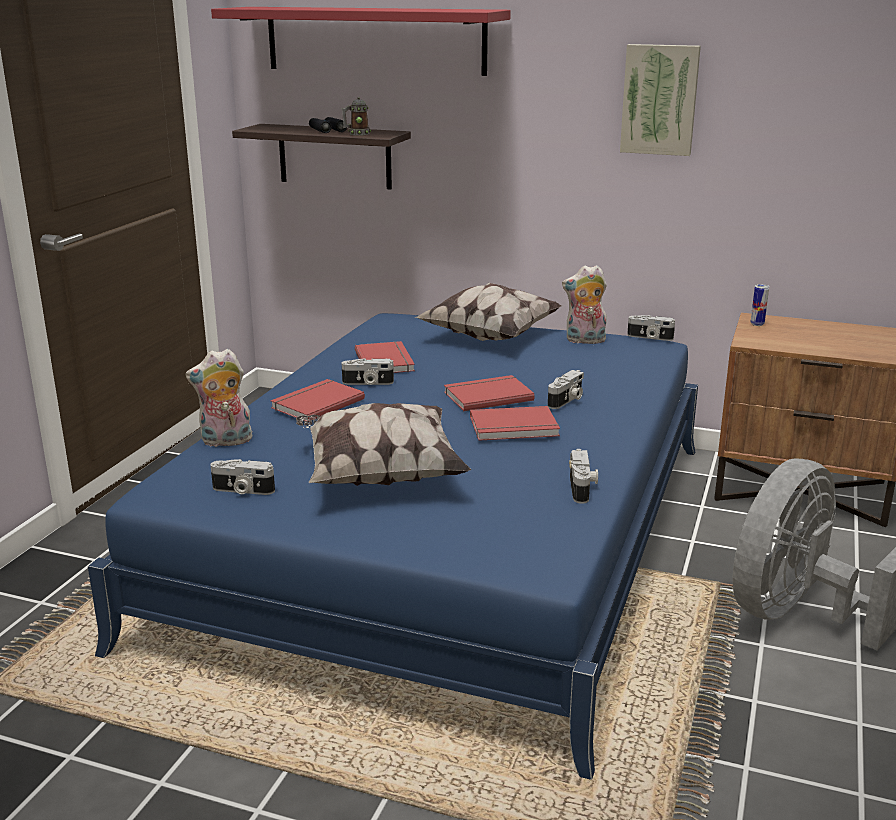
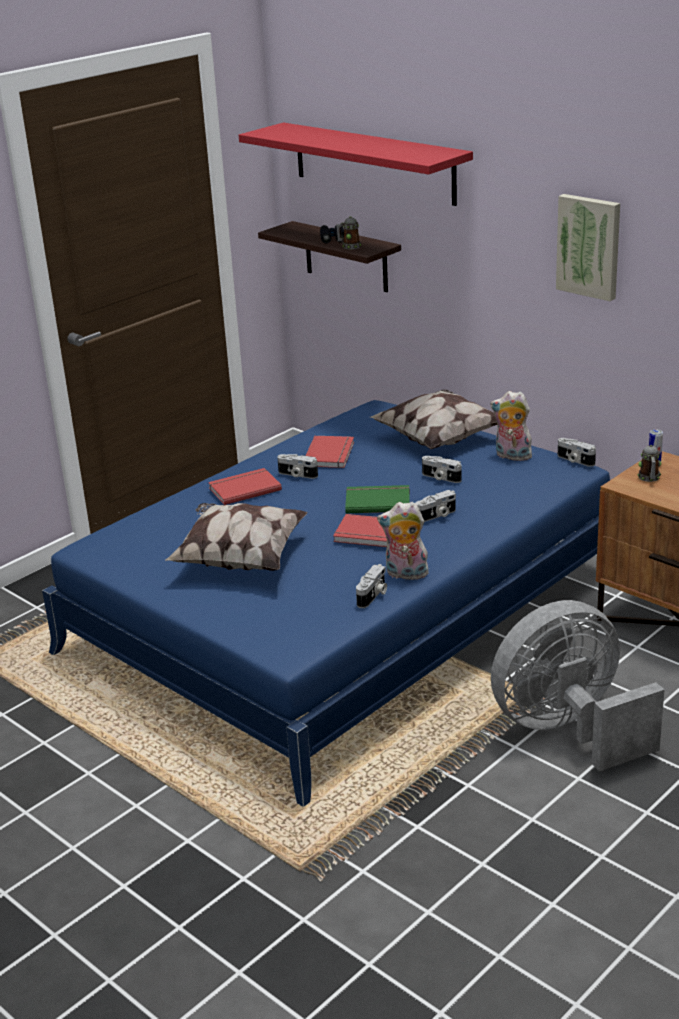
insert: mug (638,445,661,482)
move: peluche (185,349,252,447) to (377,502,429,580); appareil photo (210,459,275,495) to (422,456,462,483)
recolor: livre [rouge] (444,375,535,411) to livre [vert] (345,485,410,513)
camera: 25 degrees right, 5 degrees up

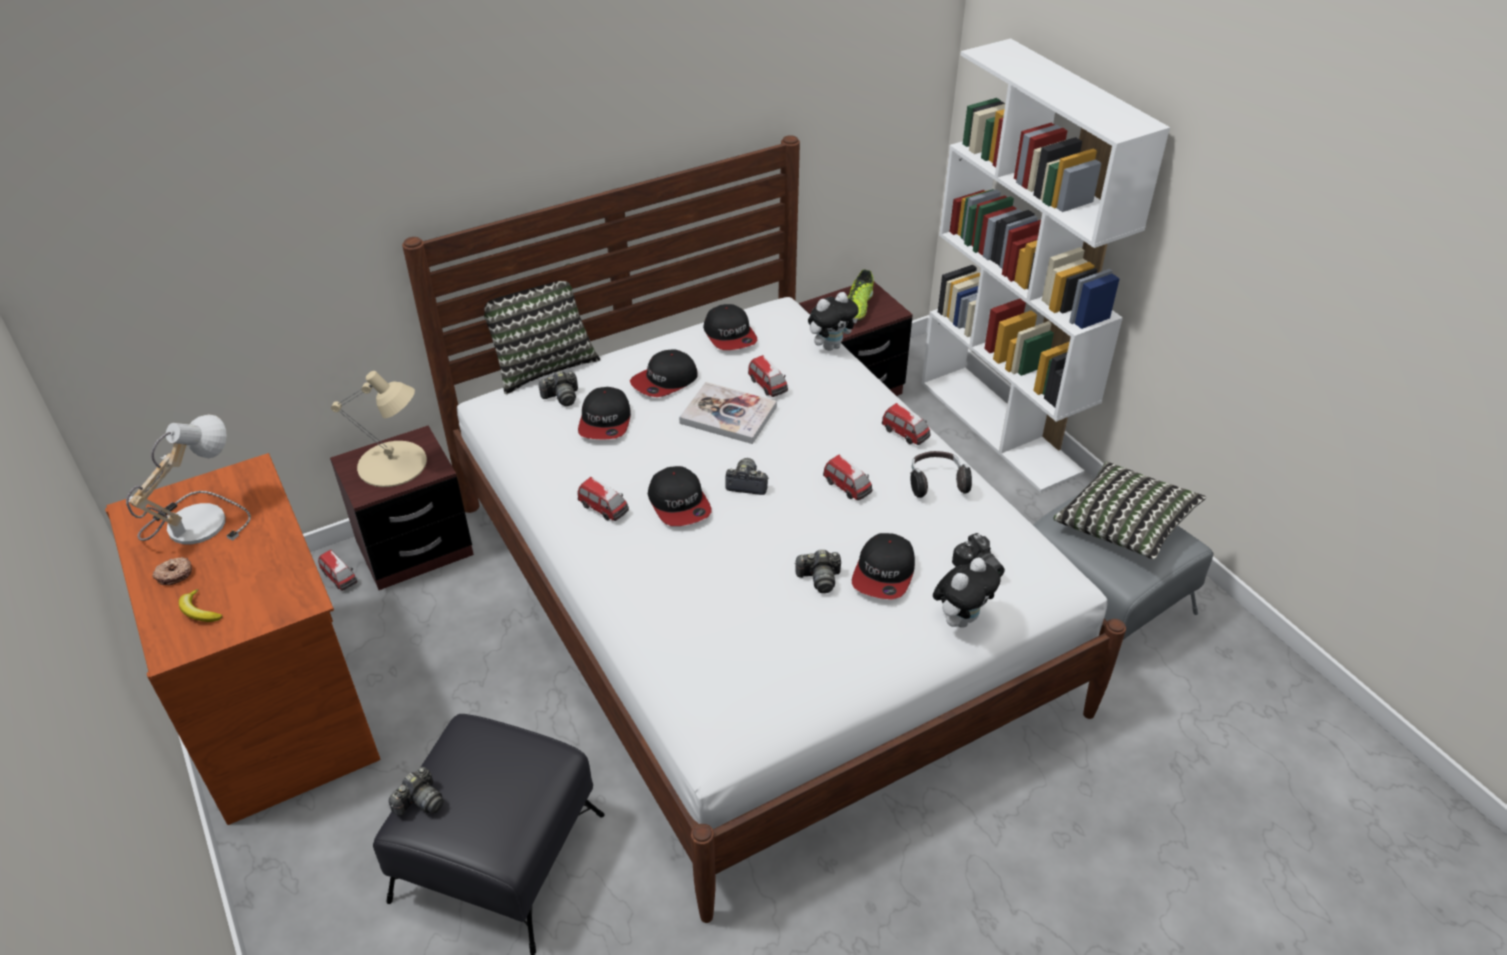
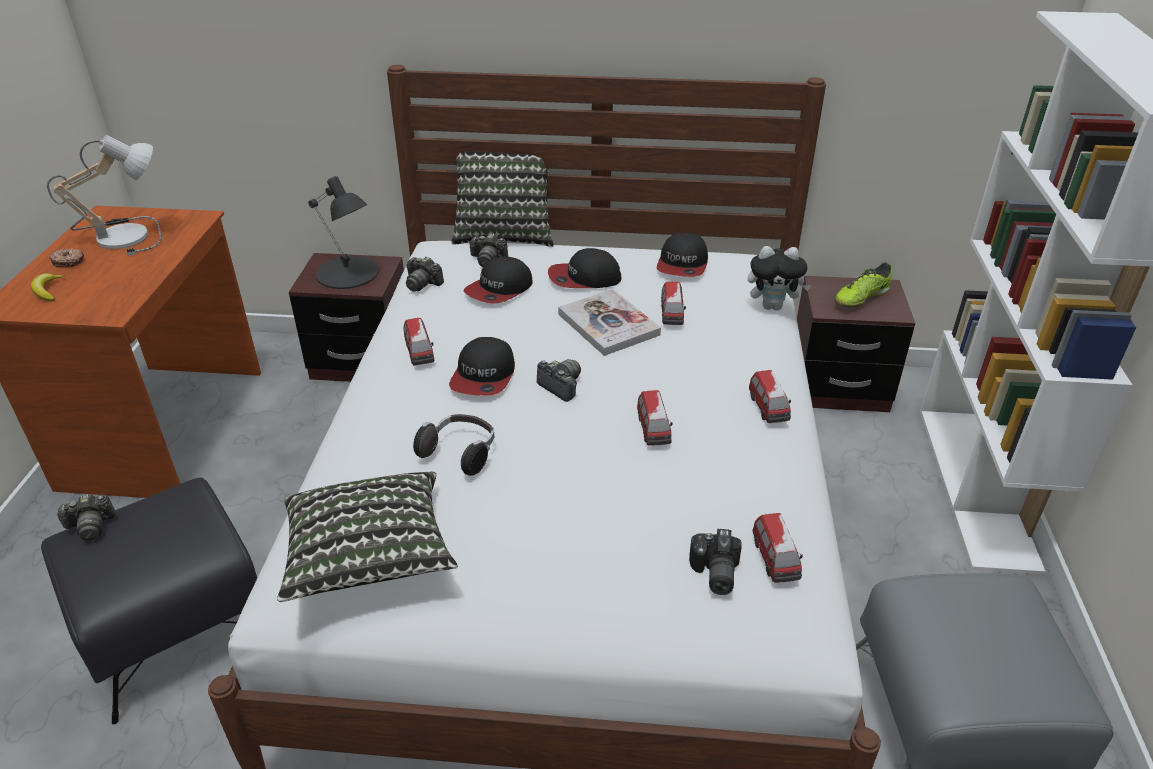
delete: casquette (852,533,915,599); peluche (933,558,1001,628)
move: petite voiture (318,550,357,591) to (753,513,803,583); appareil photo (794,550,841,593) to (406,257,444,292); casque audio (910,451,972,498) to (413,414,494,476); coussin (1053,462,1206,559) to (277,472,458,602)
recolor: lampe de table [beige] (331,371,427,487) to lampe de table [noir] (308,176,379,289)
camera: 35 degrees right, 5 degrees down

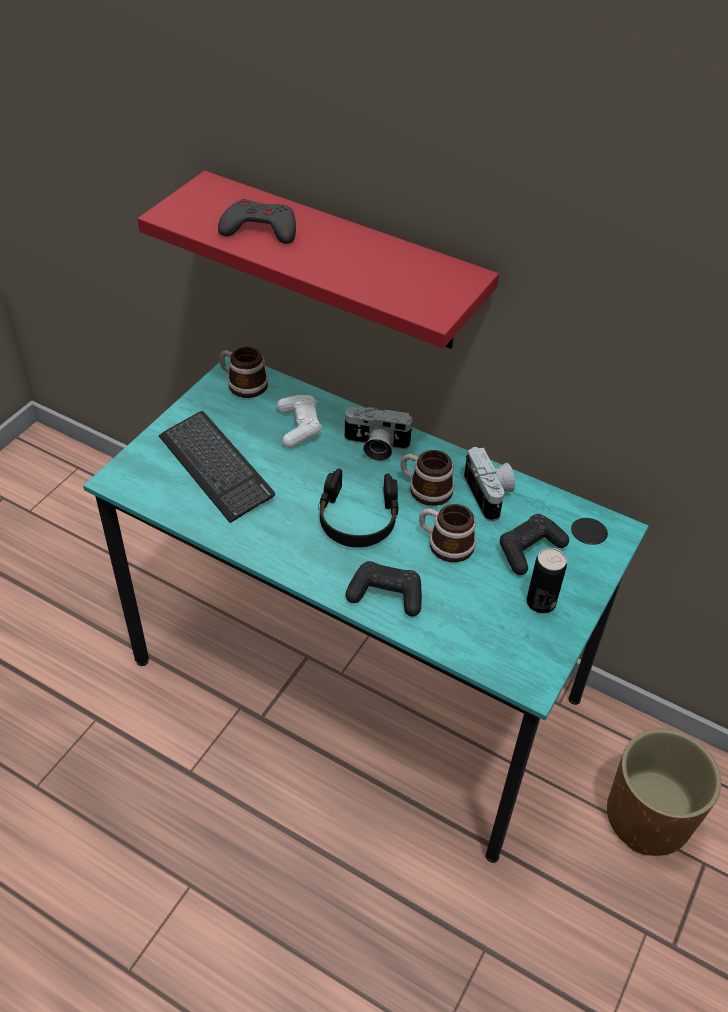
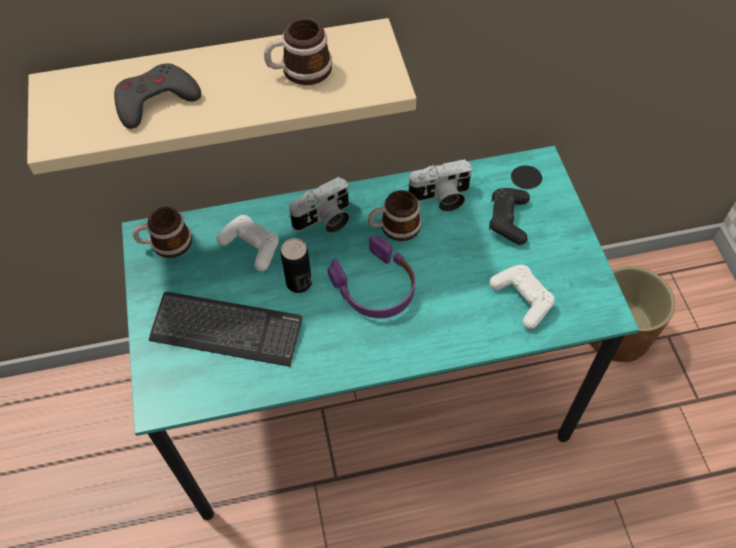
delete: manette [noir] (345,561,422,617)
insert: manette [blanc] (489,265,555,329)
move: mug (419,504,476,562) to (264,18,332,85); boîte métallique (527,548,567,613) to (281,238,312,293)
recolor: étagère [rouge] (138,171,499,349) to étagère [beige] (27,18,416,175); casque audio [noir] (319,469,398,548) to casque audio [violet] (327,236,415,318)
rotate: appareil photo (464,447,515,522) = (407,159,473,212) 135 degrees clockwise
camera: 40 degrees left, 10 degrees up

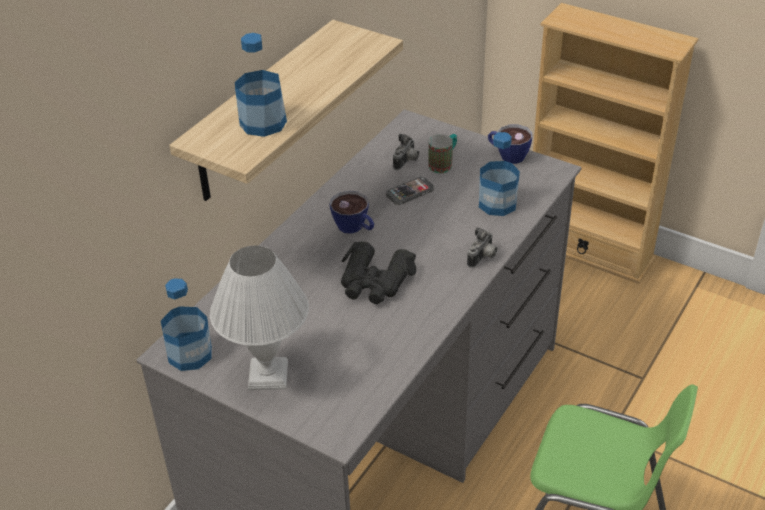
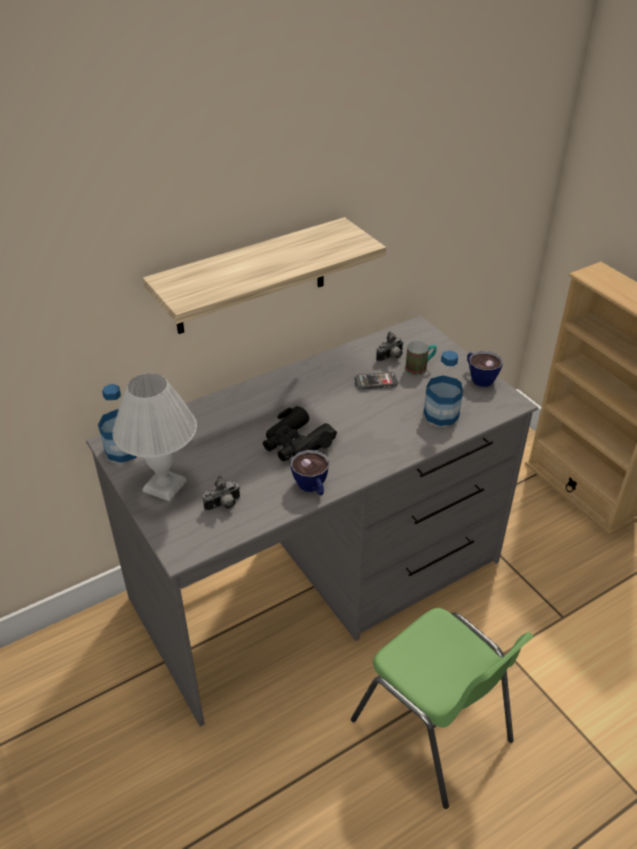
delete: bouteille (235,33,287,137)
move: tasse (330,191,374,234) to (291,450,329,495); appareil photo (467,227,497,268) to (203,475,240,511)
camera: 25 degrees right, 0 degrees up

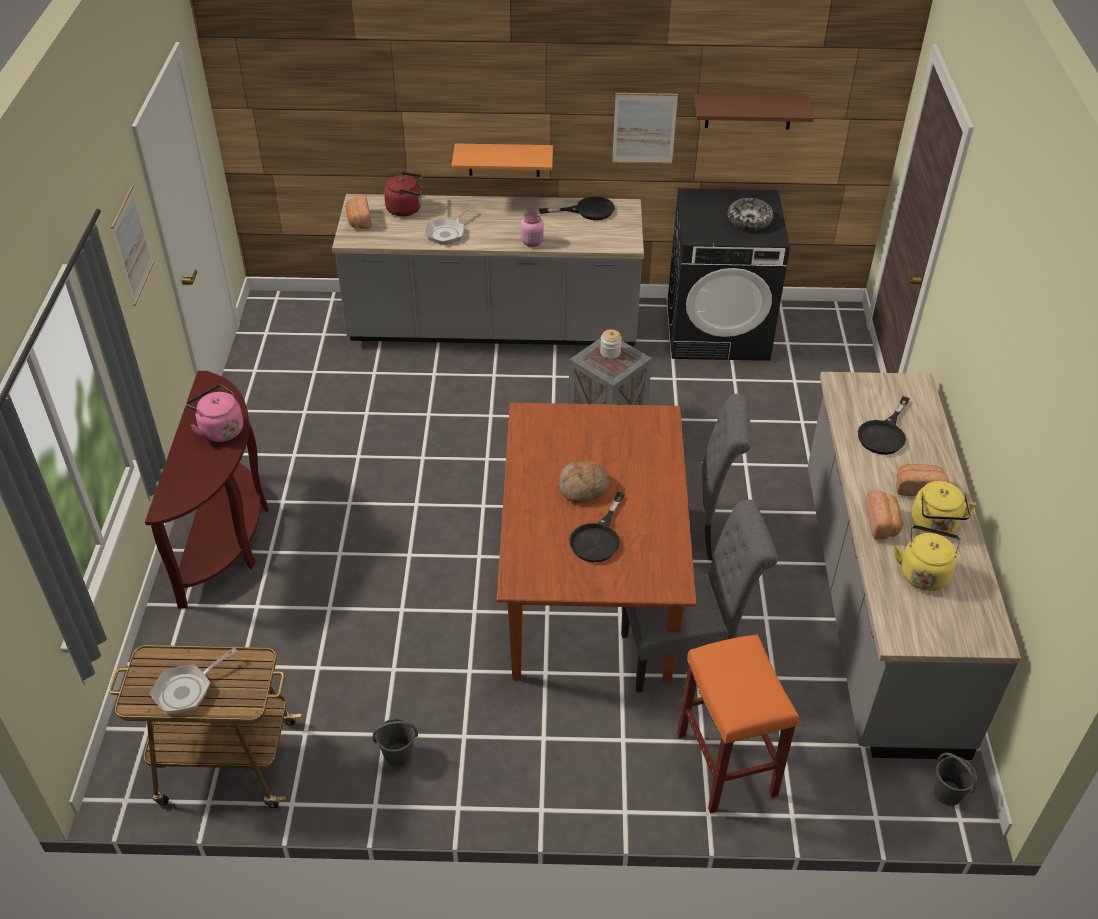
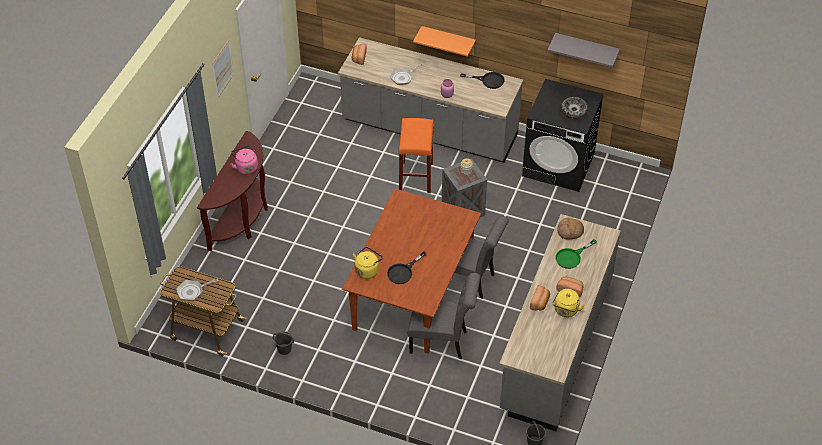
delete: bouilloire [rouge] (384,172,423,216); tableau (612,93,678,164)
move: pain (559,461,609,503) to (557,218,584,239); tabouret [orange] (677,634,799,814) to (398,118,434,193); bouilloire [jaune] (894,525,960,591) to (353,247,383,279)
recolor: étagère [marron] (694,94,814,129) to étagère [gris] (547,33,620,68); poêle [noir] (858,396,910,455) to poêle [vert] (555,239,597,269)
camera: 20 degrees right, 5 degrees up

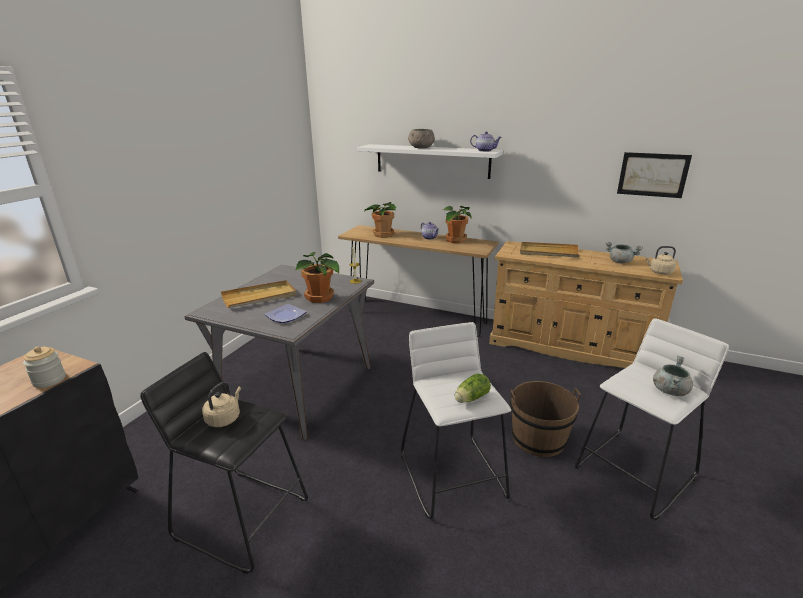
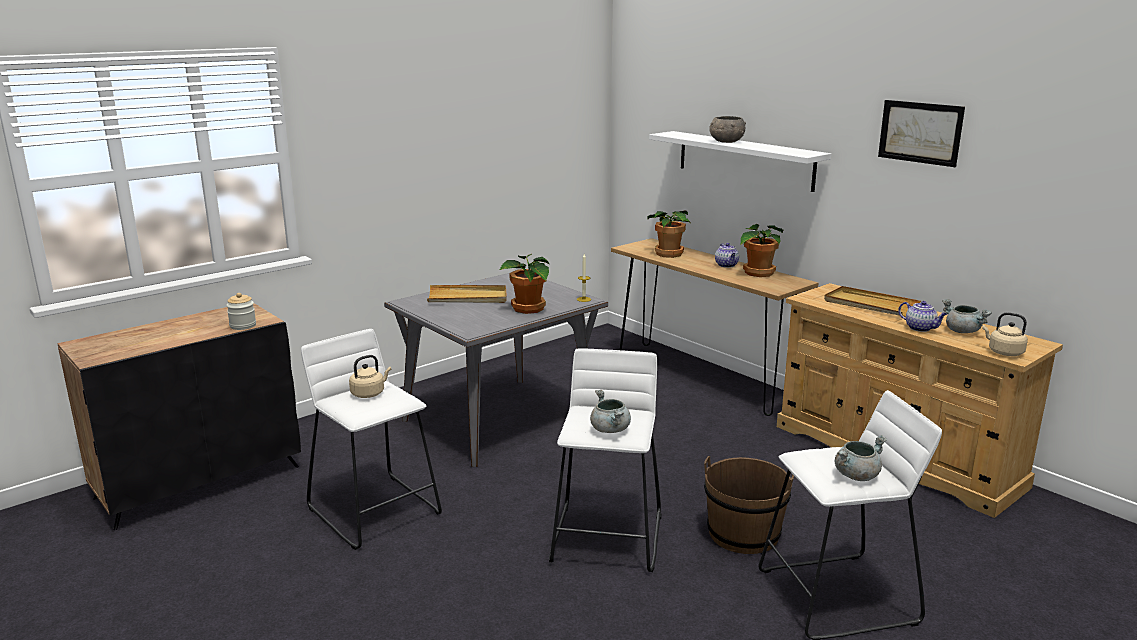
delete: assiette (264,304,307,323)
move: théière (470,131,502,152) to (898,301,947,332); tableau (617,152,692,198) to (878,100,965,167)
replace: laitue (455,373,491,403) to marmite [gris] (590,390,631,433)
recolor: tabouret [noir] (140,352,308,574) to tabouret [blanc] (301,329,442,550)
camera: 25 degrees right, 5 degrees down

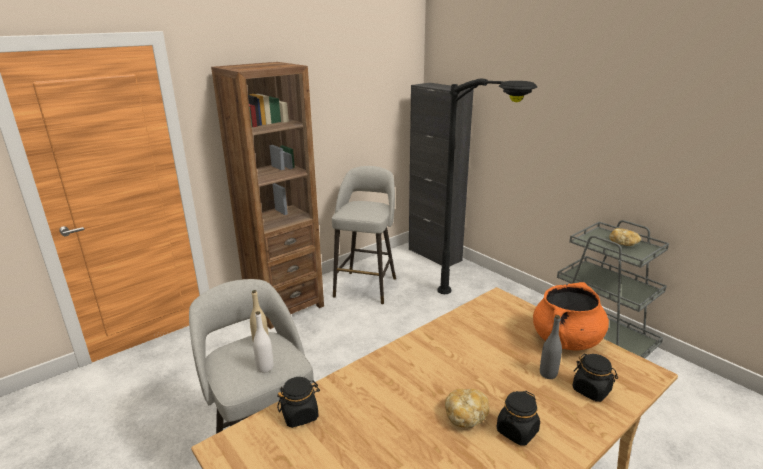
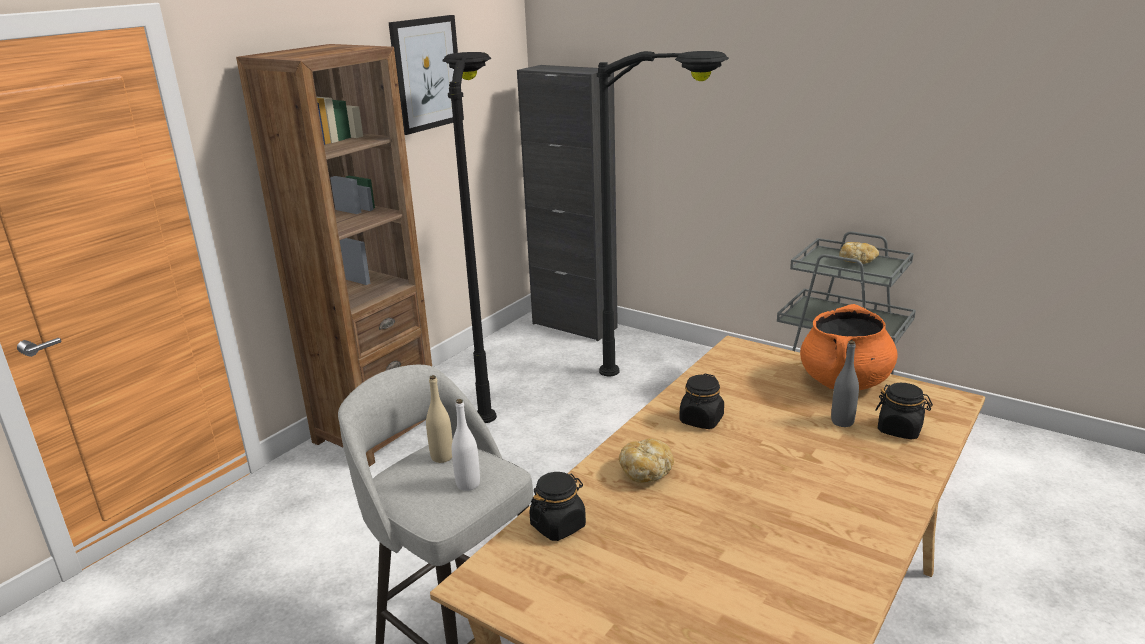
insert: tableau (388,15,464,135)
move: pain (445,389,489,428) to (619,438,674,483); bocal [noir] (497,391,540,446) to (679,374,724,429)
replace: tabouret [gris] (332,166,396,304) to lampadaire [noir] (442,52,497,423)
camera: 15 degrees left, 0 degrees up

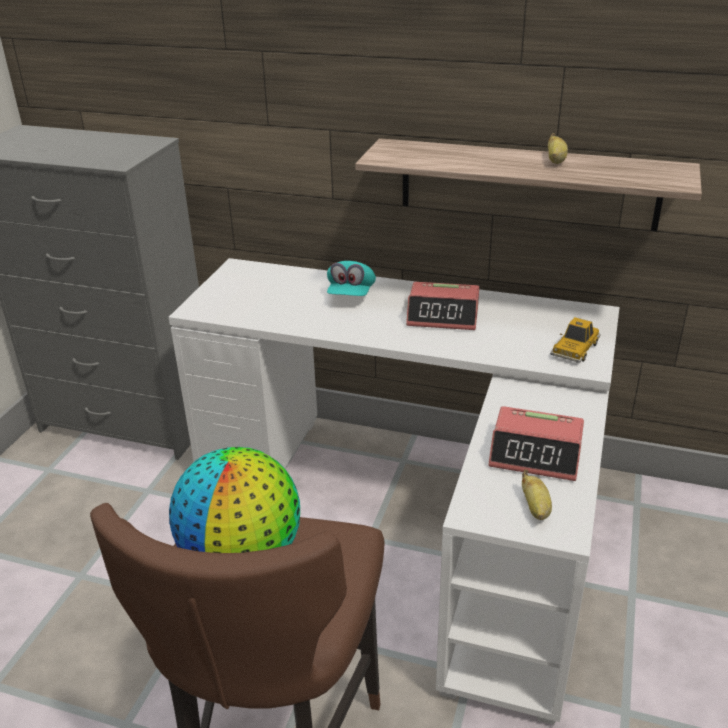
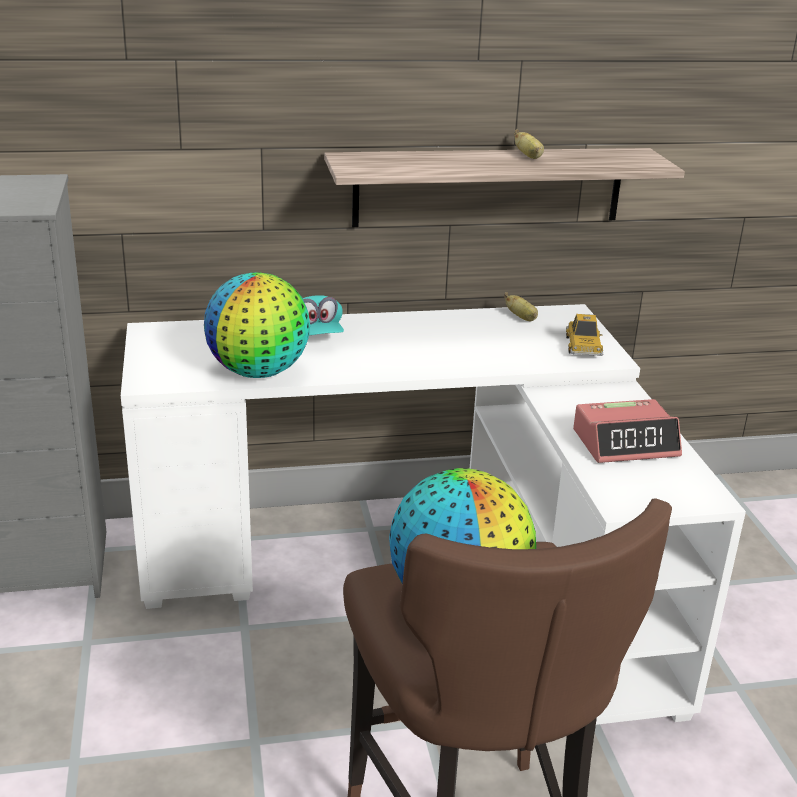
delete: réveil (406,282,479,330)
insert: globe (204,272,310,378)
move: banane (522,469,552,520) to (504,292,538,321)
camera: 30 degrees left, 5 degrees down

